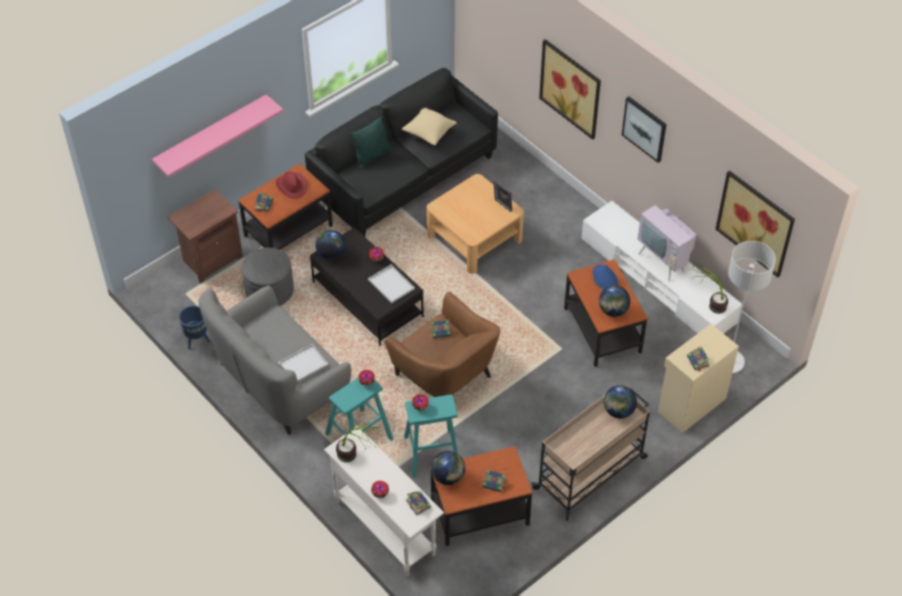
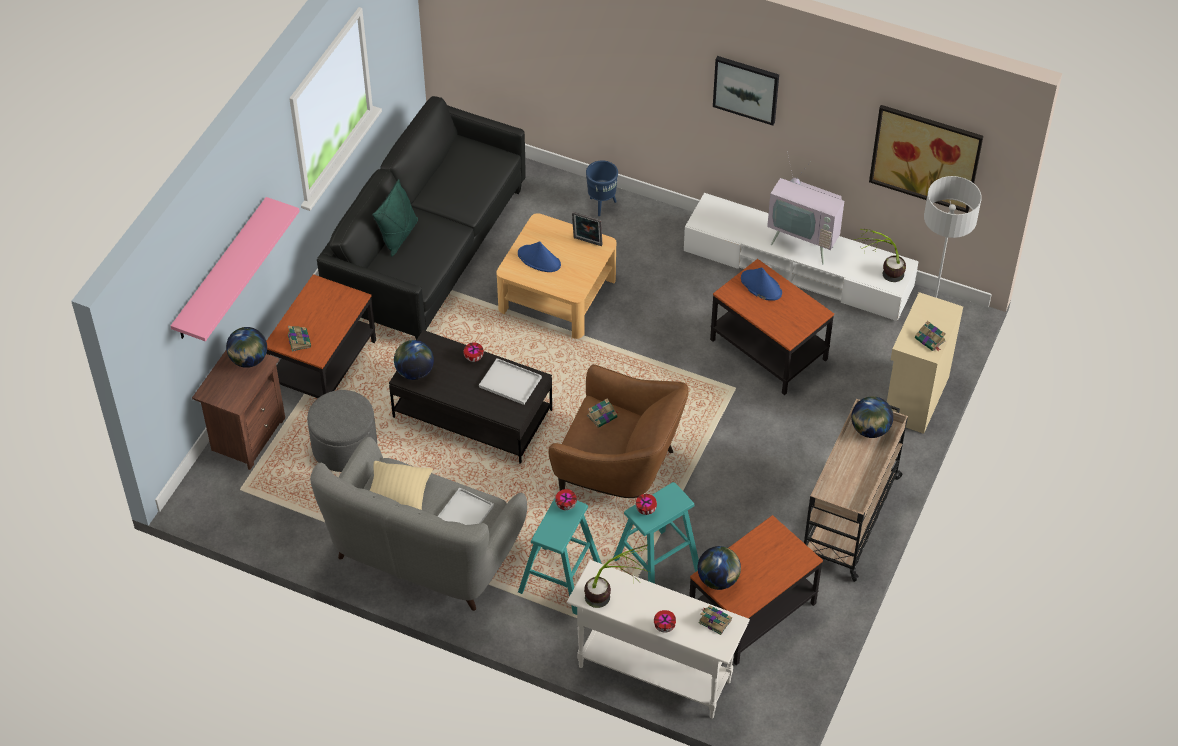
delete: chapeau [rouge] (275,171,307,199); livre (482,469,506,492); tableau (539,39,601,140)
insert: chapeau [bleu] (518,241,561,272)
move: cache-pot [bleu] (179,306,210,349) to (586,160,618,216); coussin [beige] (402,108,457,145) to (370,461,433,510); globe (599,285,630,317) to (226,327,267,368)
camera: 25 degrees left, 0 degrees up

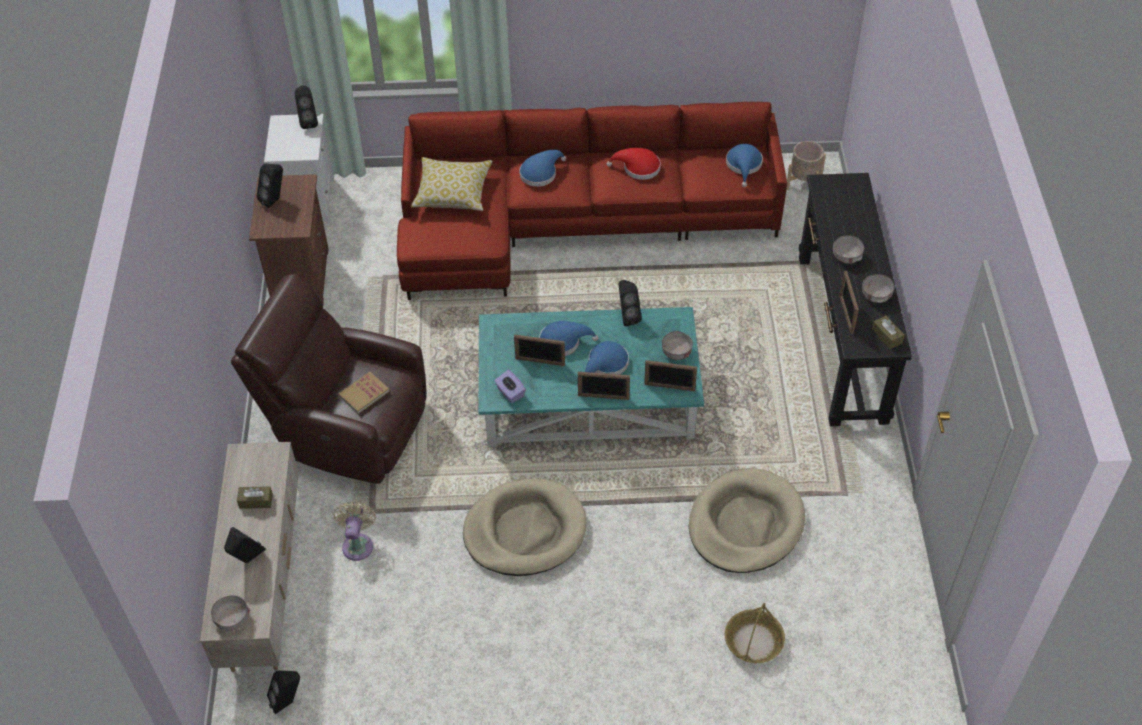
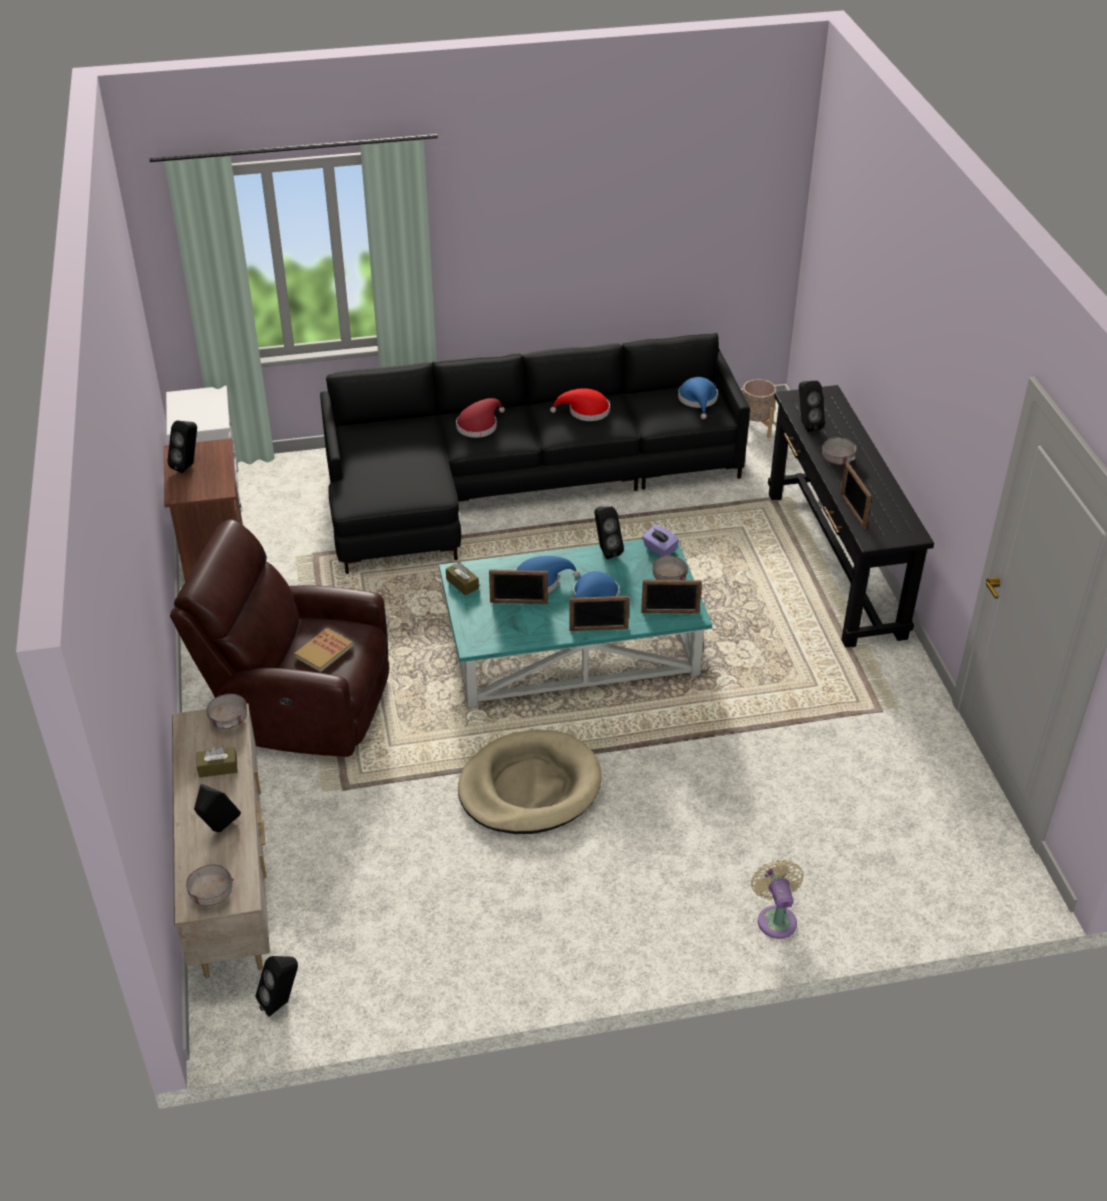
delete: coussin (411,157,492,211); panier pour chien [beige] (689,468,805,573); panier (725,603,785,663)
move: enceinte [noir] (295,85,318,129) to (799,381,825,432); ventilateur [beige] (333,502,376,561) to (751,860,804,939); boîte à mouchoirs [violet] (494,370,526,403) to (642,525,679,556); bol [gris] (862,274,894,303) to (207,694,247,729); boîte à mouchoirs [marron] (872,316,905,349) to (446,562,479,596)
recolor: canapé [rouge] (397,102,787,300) to canapé [noir] (320,333,750,574); chapeau [bleu] (519,150,566,187) to chapeau [rouge] (456,398,505,438)
camera: 10 degrees left, 10 degrees down

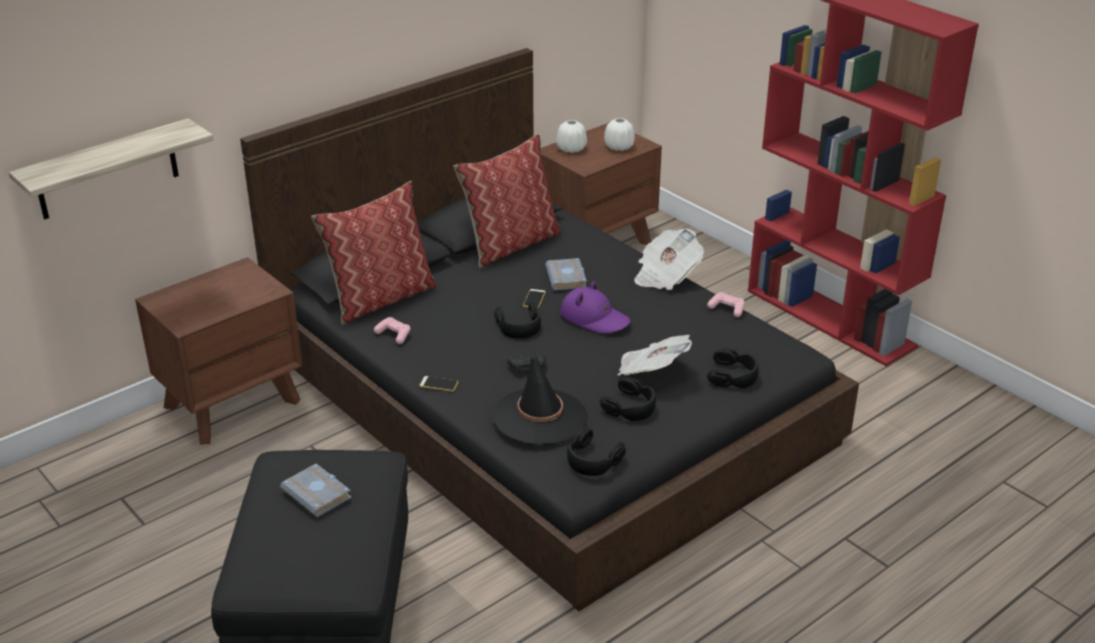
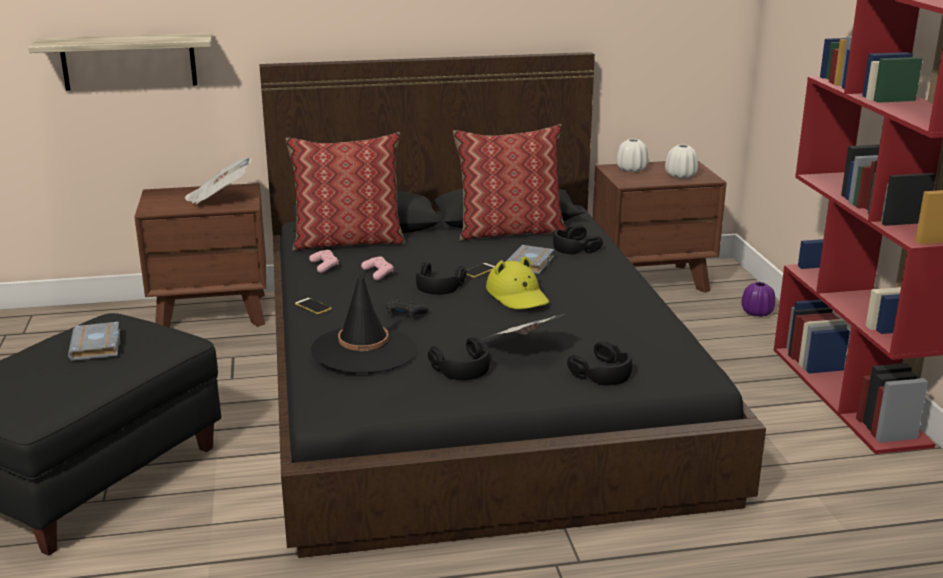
insert: vase [violet] (741,282,775,317)
move: casque audio [noir] (567,428,626,476) to (553,225,603,255); journal (634,228,704,290) to (185,158,252,204); manette [rose] (707,292,745,317) to (361,257,393,280)
recolor: chapeau [violet] (560,281,631,334) to chapeau [jaune] (486,256,549,309)
camera: 30 degrees right, 10 degrees down

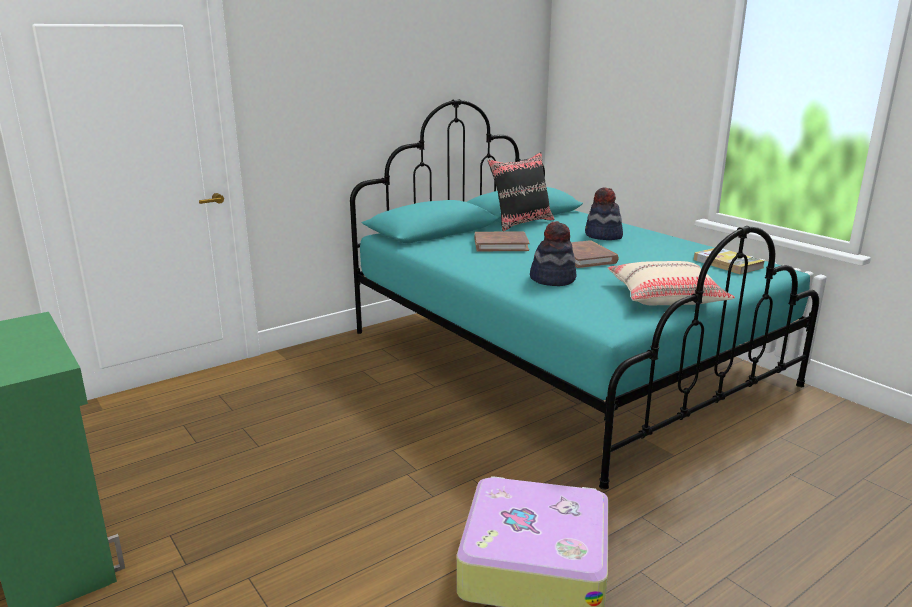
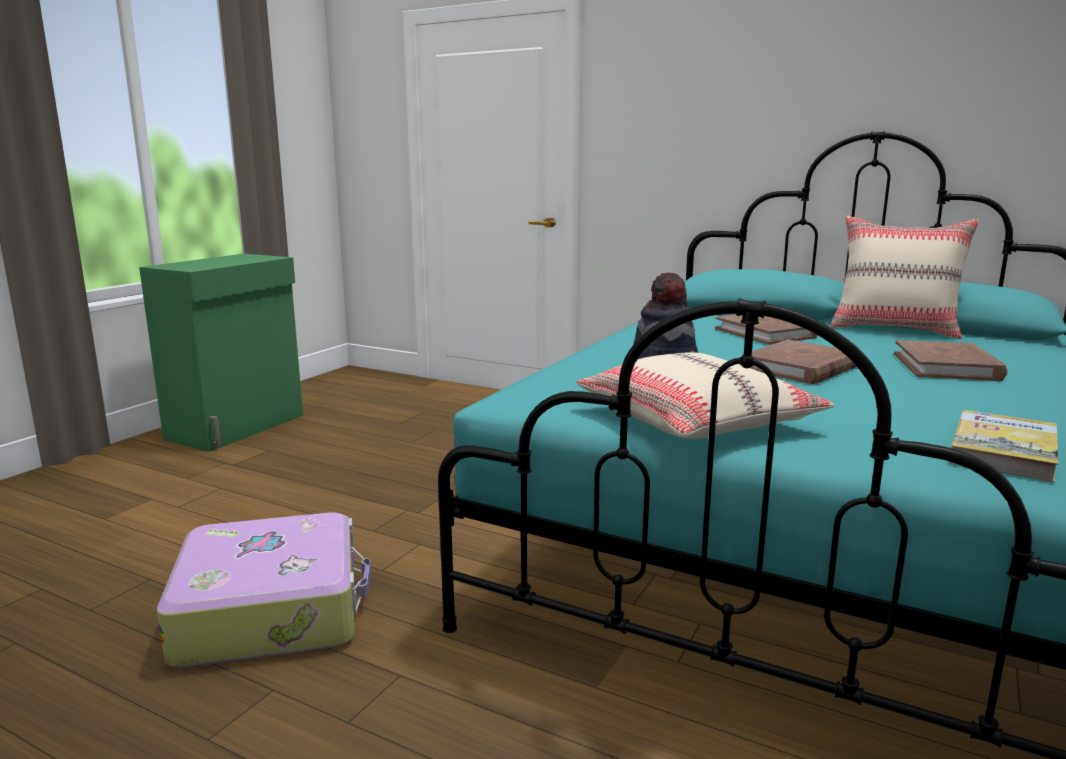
replace: chapeau (585,188,623,240) to livre [marron] (894,340,1008,381)
recolor: coussin [noir] (488,152,555,231) to coussin [beige] (831,216,979,339)
camera: 65 degrees right, 5 degrees down

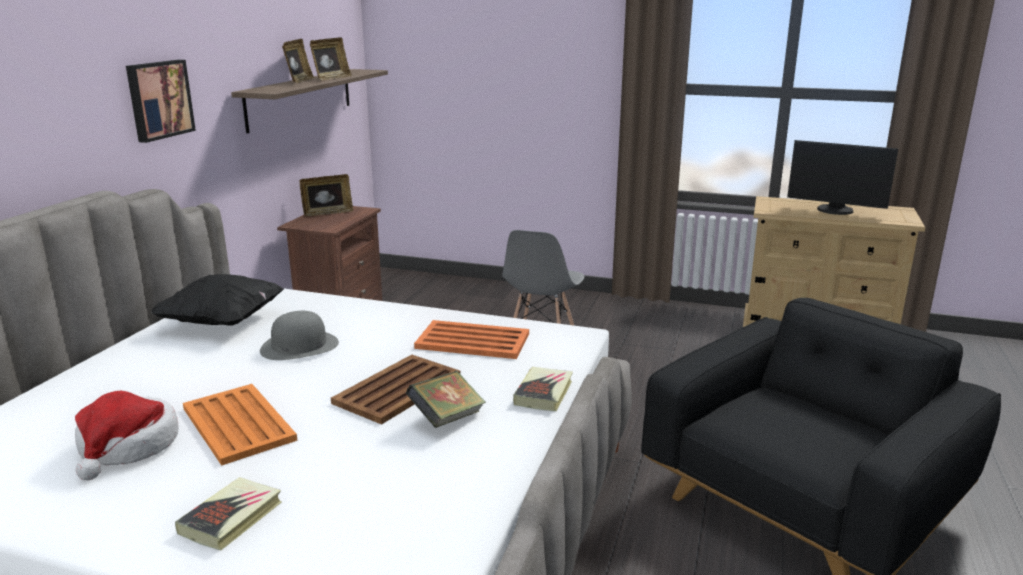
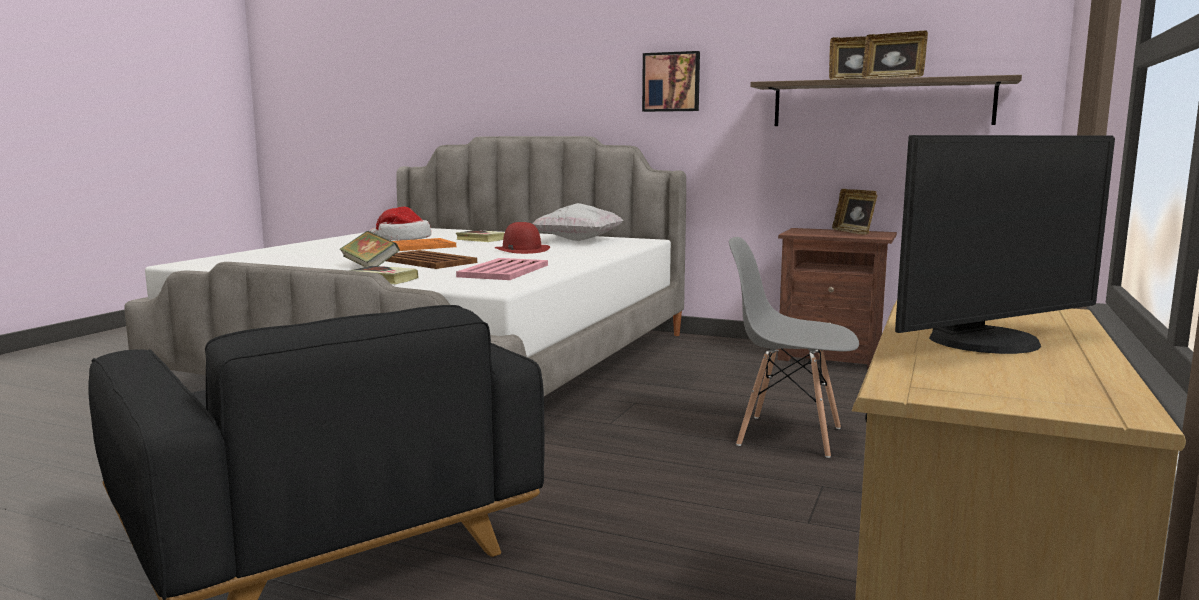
move: livre (175,477,282,551) to (456,230,505,242)
recolor: coussin [noir] (151,274,284,326) to coussin [blanc] (533,203,623,241); chapeau [gris] (260,311,339,360) to chapeau [rouge] (494,222,550,254); plateau [orange] (414,320,529,359) to plateau [rose] (456,258,548,280)
rotate: écran d'ordinateur (787,140,898,215) = (895,135,1115,354) 150 degrees counterclockwise
camera: 95 degrees right, 10 degrees down

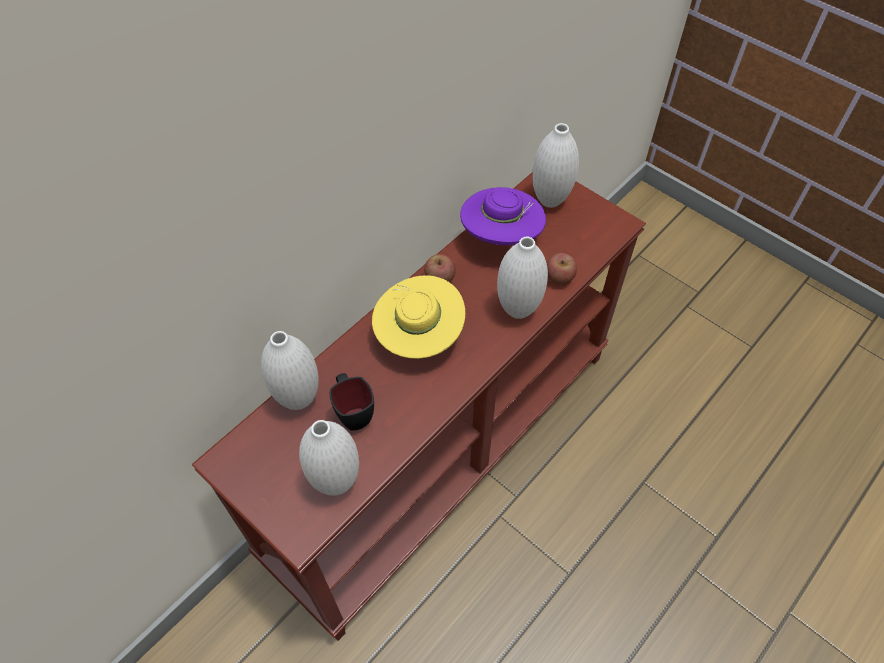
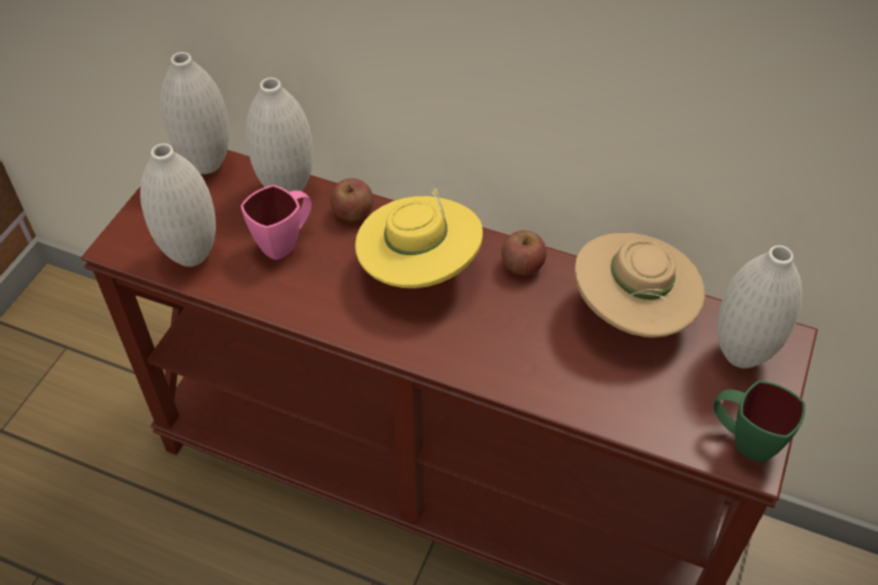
insert: mug [vert] (714,381,805,462)
move: vase [blanc] (497,237,548,319) to (160,52,229,174); pomme (547,253,577,285) to (330,178,373,222)
recolor: mug [noir] (330,373,374,431) to mug [rose] (241,185,312,260); chapeau [violet] (460,187,546,246) to chapeau [beige] (574,233,705,338)
camera: 70 degrees right, 5 degrees down

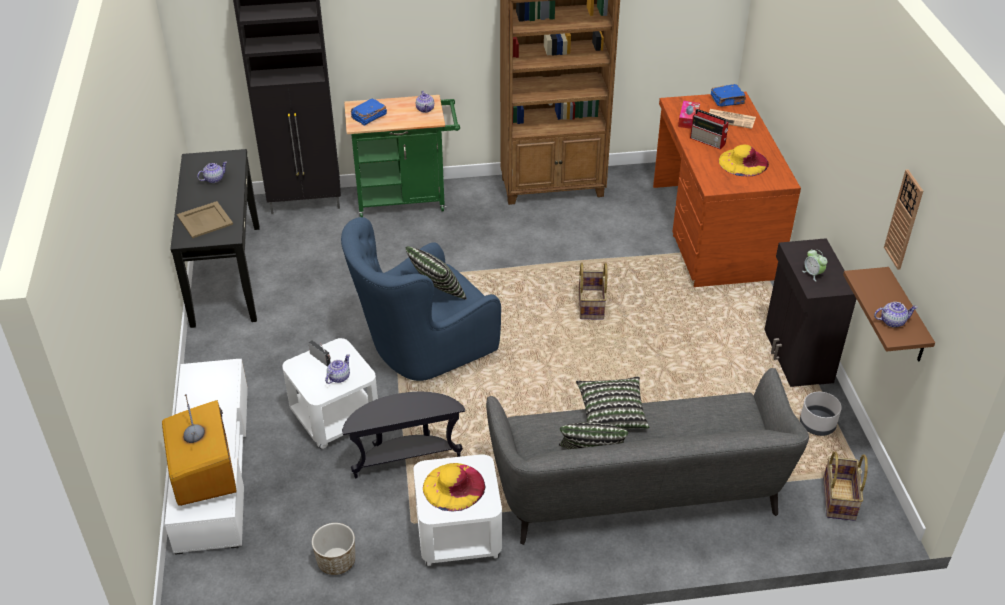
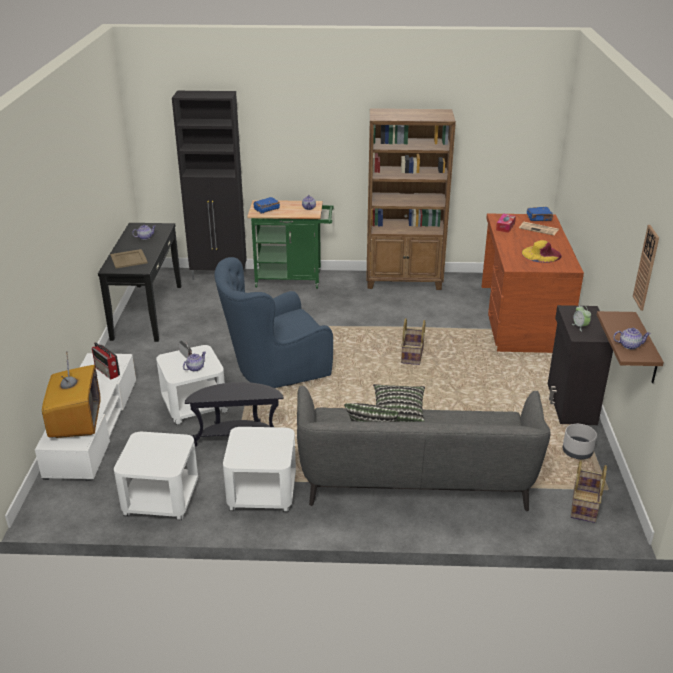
delete: coussin (406,246,467,300); chapeau [jaune] (423,463,485,512)
move: radio (690,109,729,149) to (92,342,120,379)
replace: cache-pot (312,523,355,575) to table d'appoint [blanc] (114,432,198,520)
camera: 10 degrees right, 10 degrees down

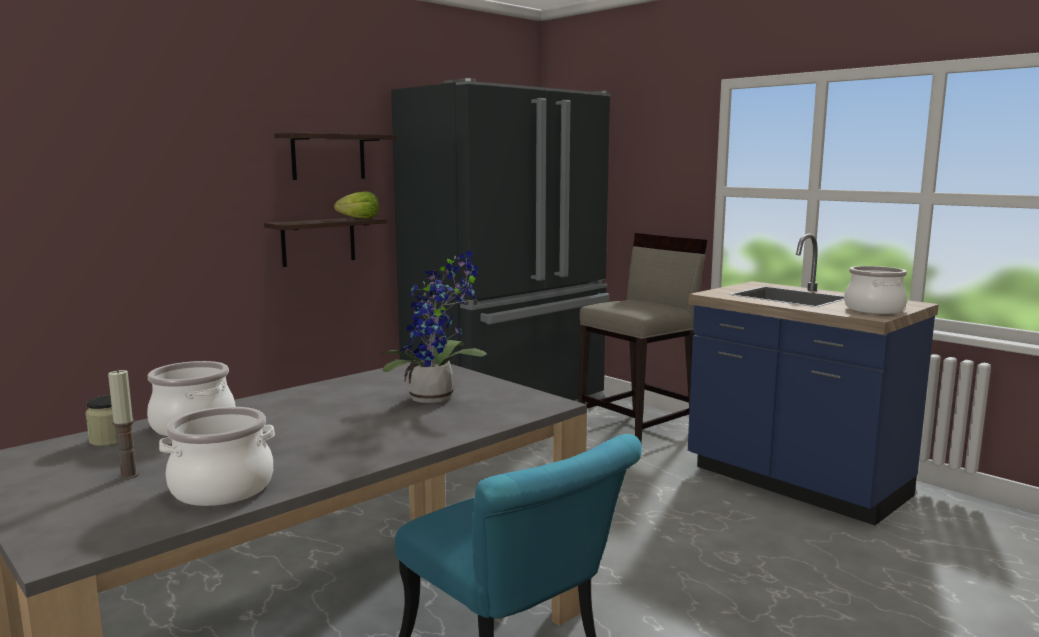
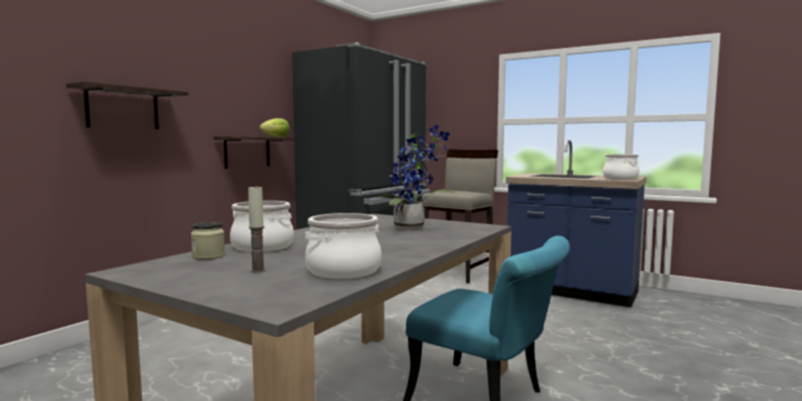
move: étagère (274,132,397,180) to (66,81,188,129)
camera: 15 degrees left, 5 degrees down

